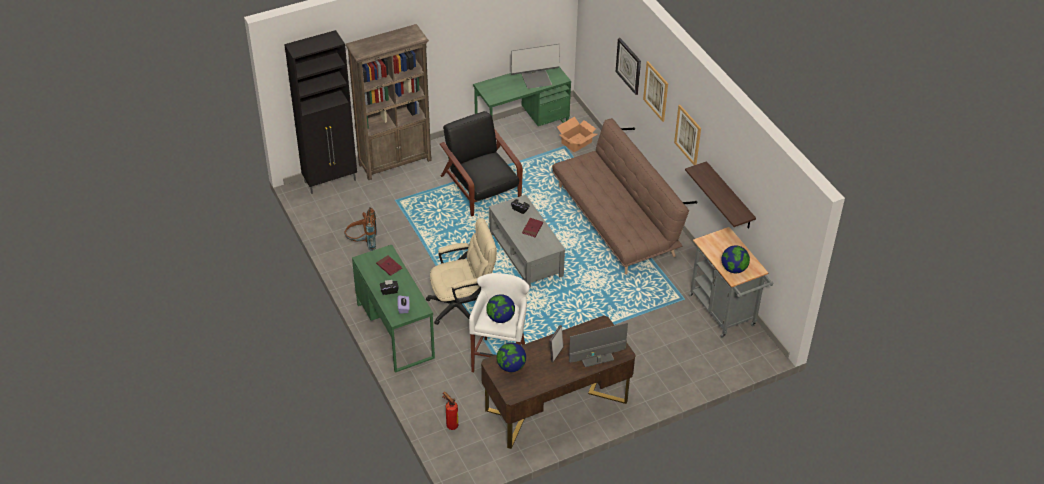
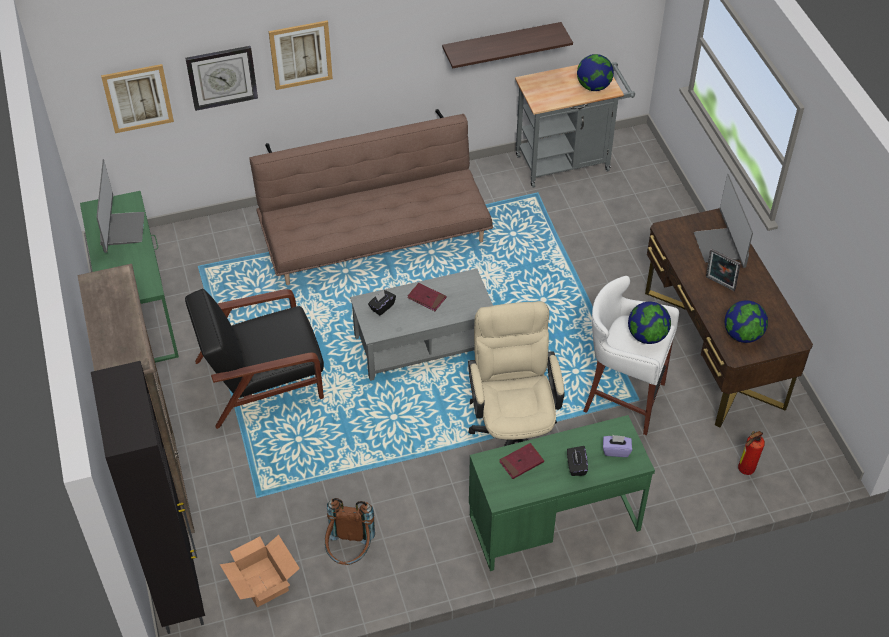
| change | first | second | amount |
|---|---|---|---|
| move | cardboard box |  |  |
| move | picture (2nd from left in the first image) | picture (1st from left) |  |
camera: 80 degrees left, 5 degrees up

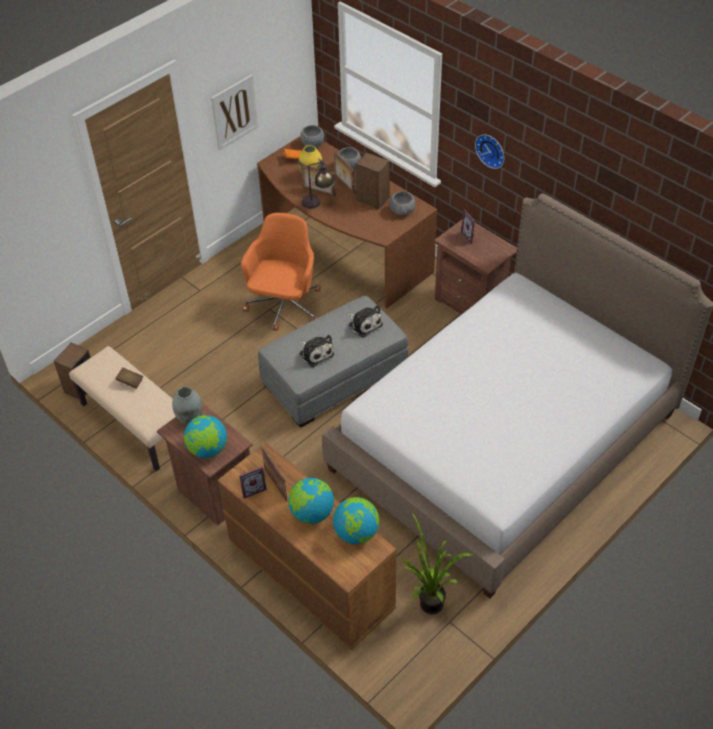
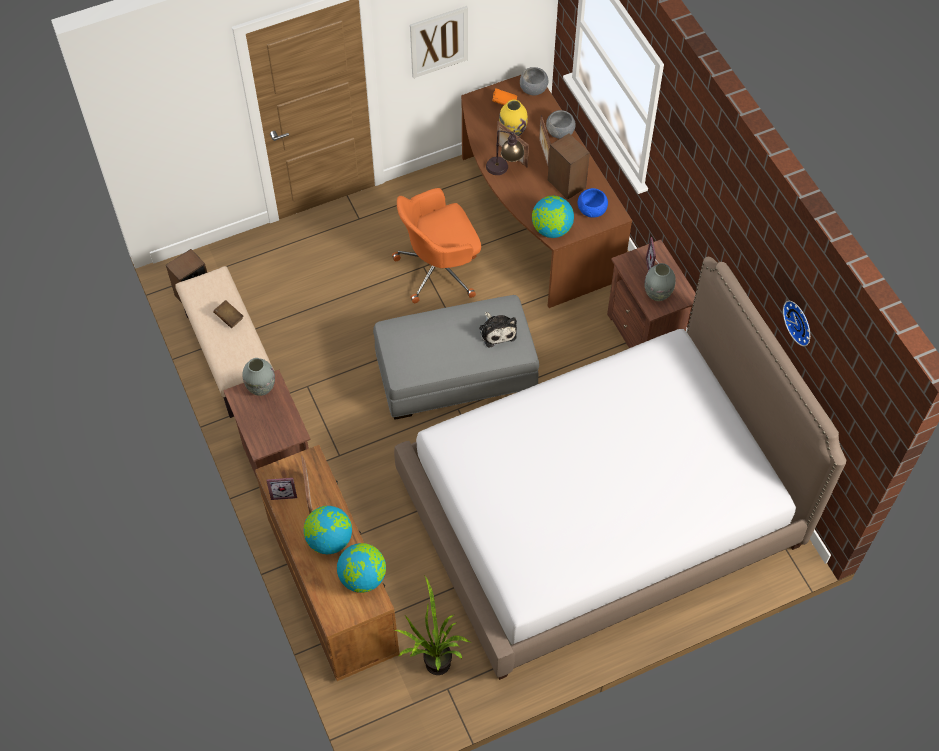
| change | first | second | amount |
|---|---|---|---|
| delete | plush toy (1st from left) |  |  |
| insert |  | grey vase (2nd from left) |  |
| move | globe (1st from left in the first image) | globe (3rd from left) |  |
| move | wall clock |  |  |
| recolor | grey bowl (3rd from left) | blue bowl |  |
| rotate | orange office chair |  | 150 degrees counterclockwise |
camera: 20 degrees right, 10 degrees up

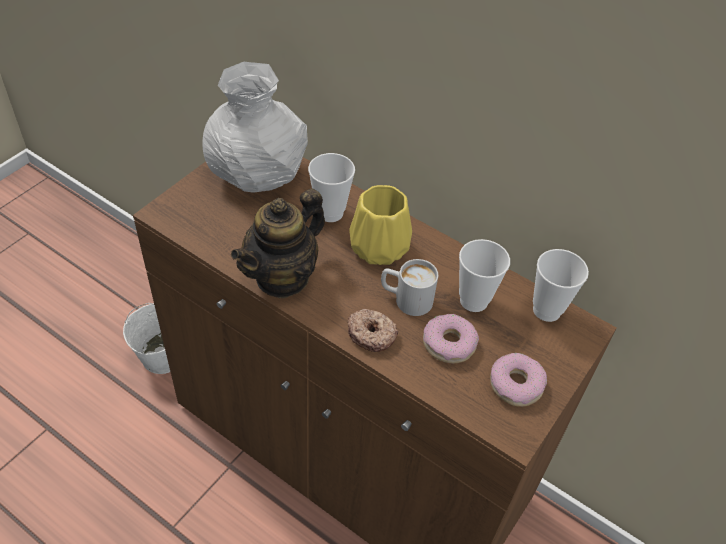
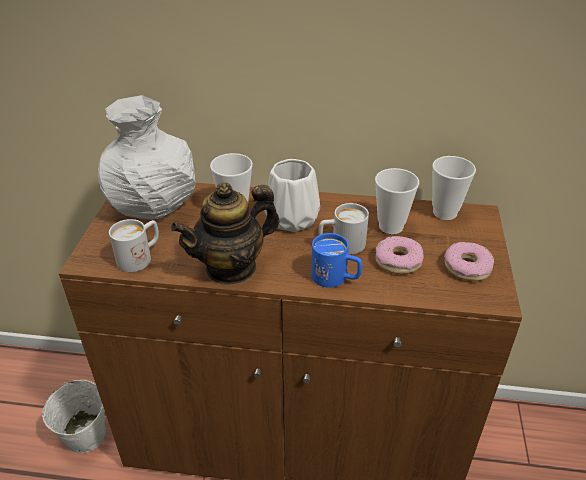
| change | first | second | amount |
|---|---|---|---|
| insert |  | white mug (1st from left) |  |
| replace | donut (1st from left) | blue mug |  |
| recolor | yellow vase | white vase (2nd from left) |  |
| rotate | teapot |  | 45 degrees clockwise |
camera: 25 degrees left, 10 degrees down

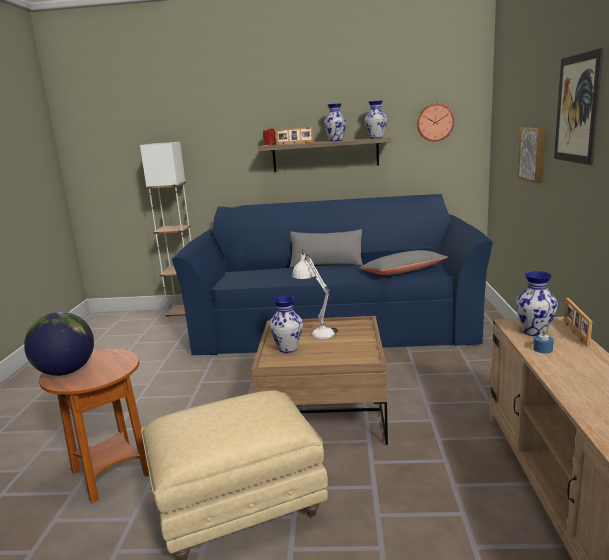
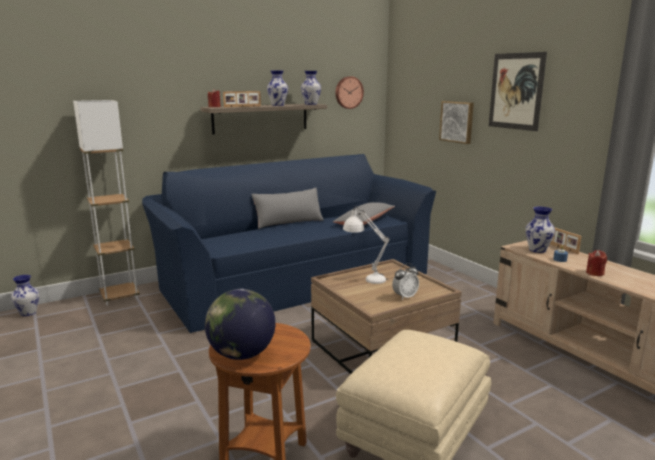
| change | first | second | amount |
|---|---|---|---|
| insert |  | alarm clock |  |
| insert |  | red candle (2nd from left) |  |
| move | vase (1st from left) |  |  |
camera: 35 degrees left, 0 degrees up

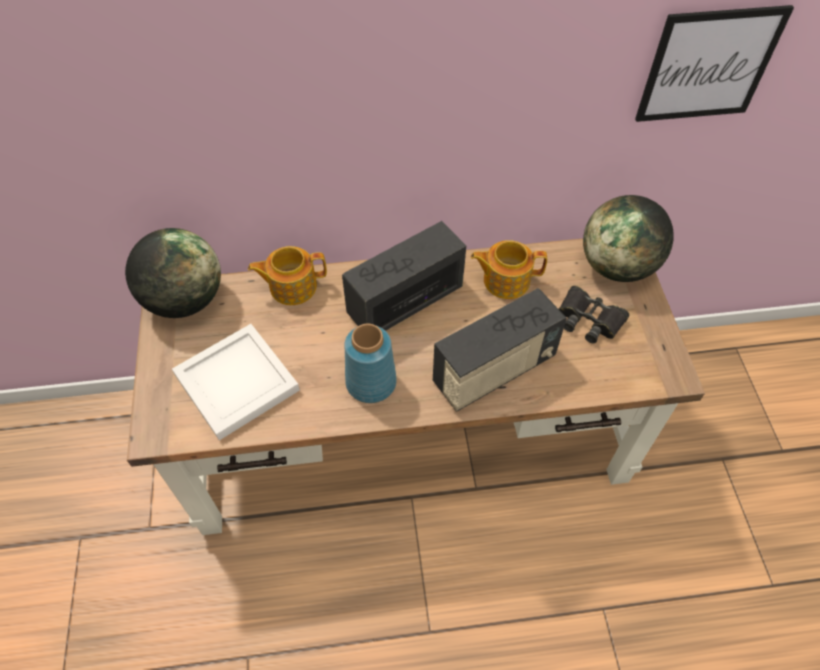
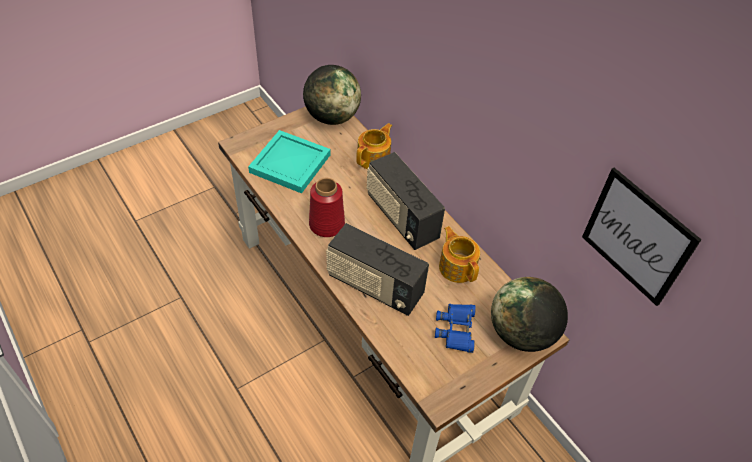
| change | first | second | amount |
|---|---|---|---|
| recolor | white tray | turquoise tray |  |
| recolor | blue vase | red vase |  |
| recolor | black binoculars | blue binoculars |  |
| rotate | teapot (1st from left) |  | 75 degrees clockwise |
| rotate | radio (1st from left in the first image) | radio (2nd from left) | 150 degrees counterclockwise |
camera: 60 degrees right, 5 degrees down

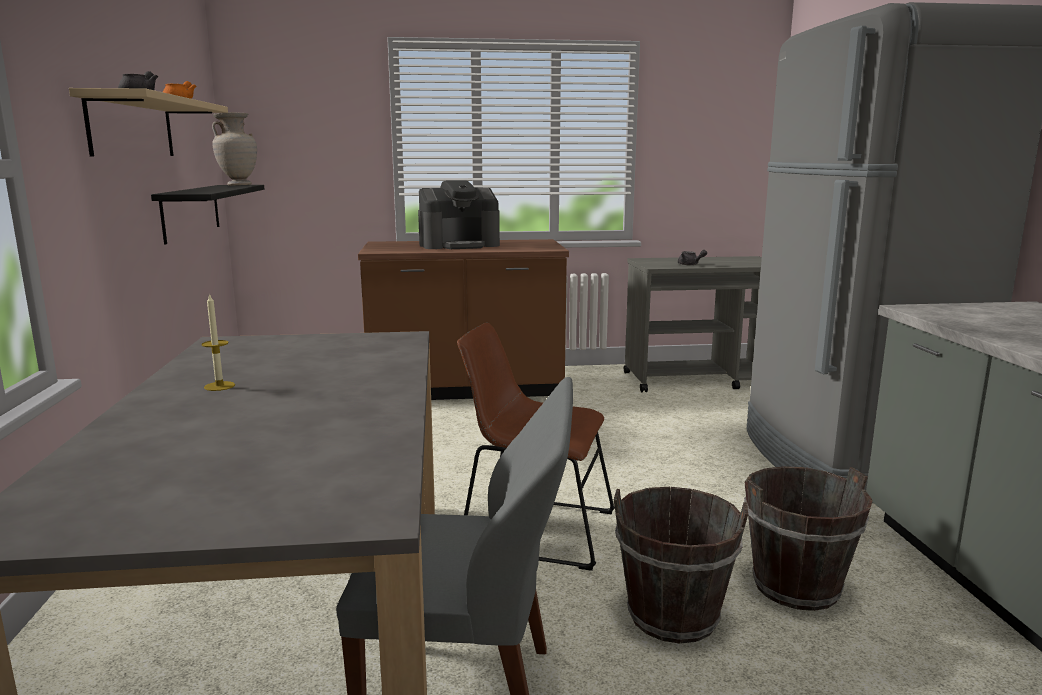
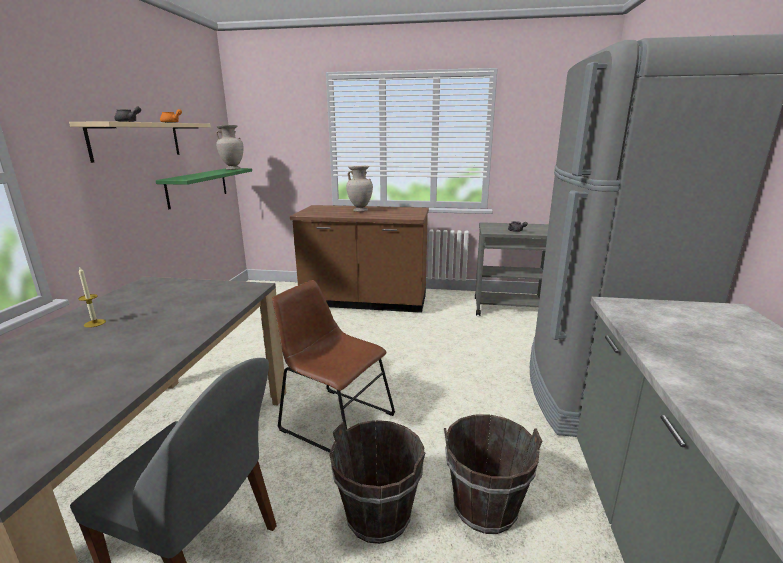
| change | first | second | amount |
|---|---|---|---|
| replace | coffee machine | beige vase (2nd from left) |  |
| recolor | black shelf | green shelf |  |
camera: 15 degrees right, 5 degrees up

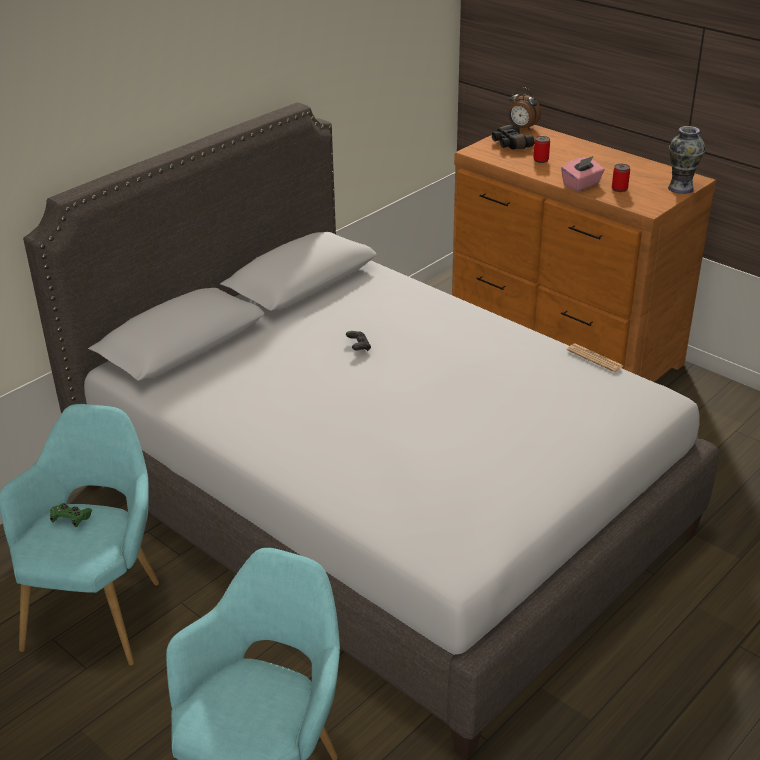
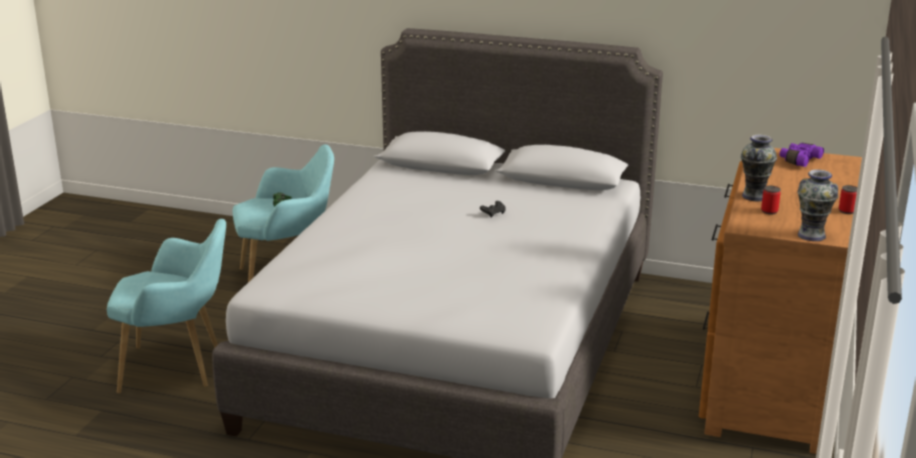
| change | first | second | amount |
|---|---|---|---|
| delete | alarm clock |  |  |
| delete | newspaper |  |  |
| move | can (1st from left in the first image) | can (2nd from left) |  |
| replace | pink tissue box | vase (1st from left) |  |
| recolor | black binoculars | purple binoculars |  |
camera: 65 degrees right, 10 degrees down

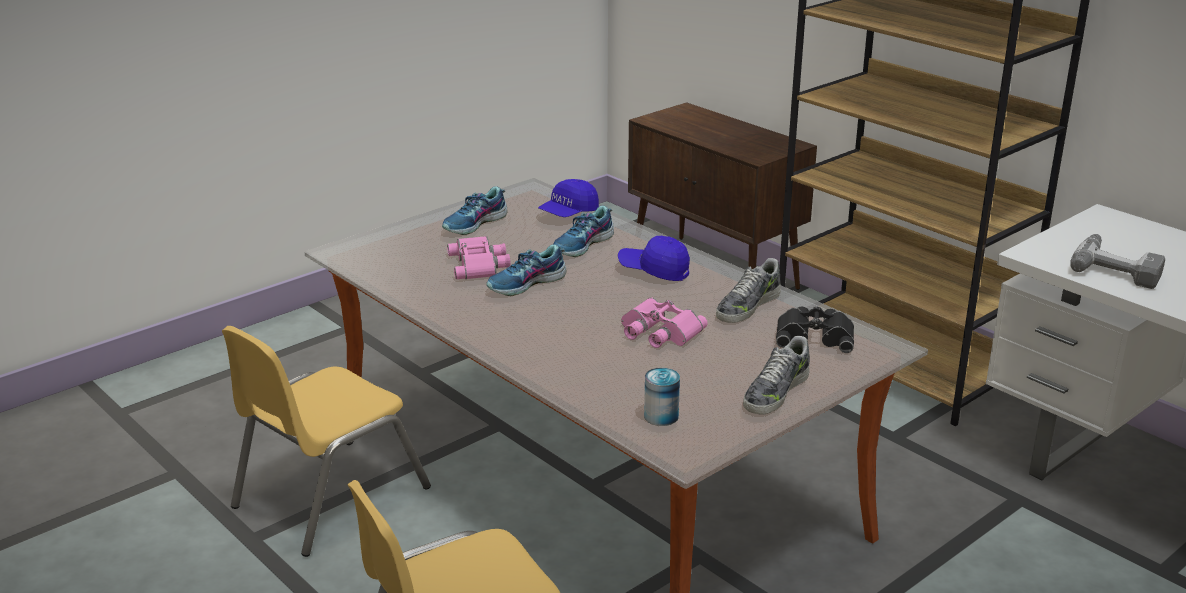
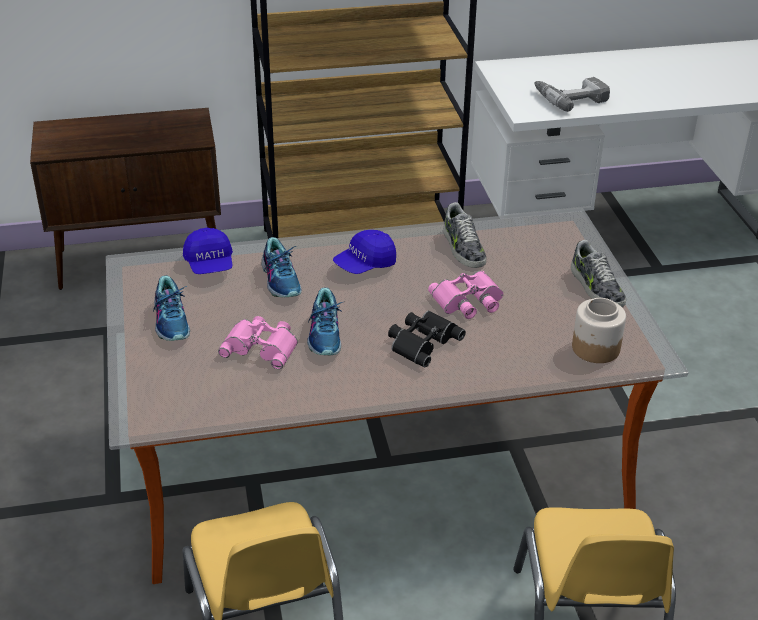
| change | first | second | amount |
|---|---|---|---|
| move | black binoculars |  |  |
| replace | can | jar |  |
camera: 60 degrees left, 10 degrees up

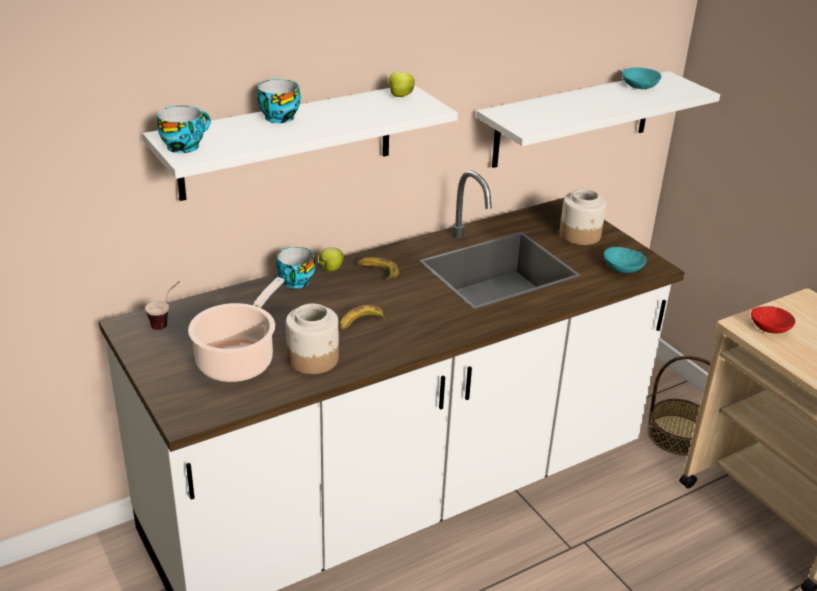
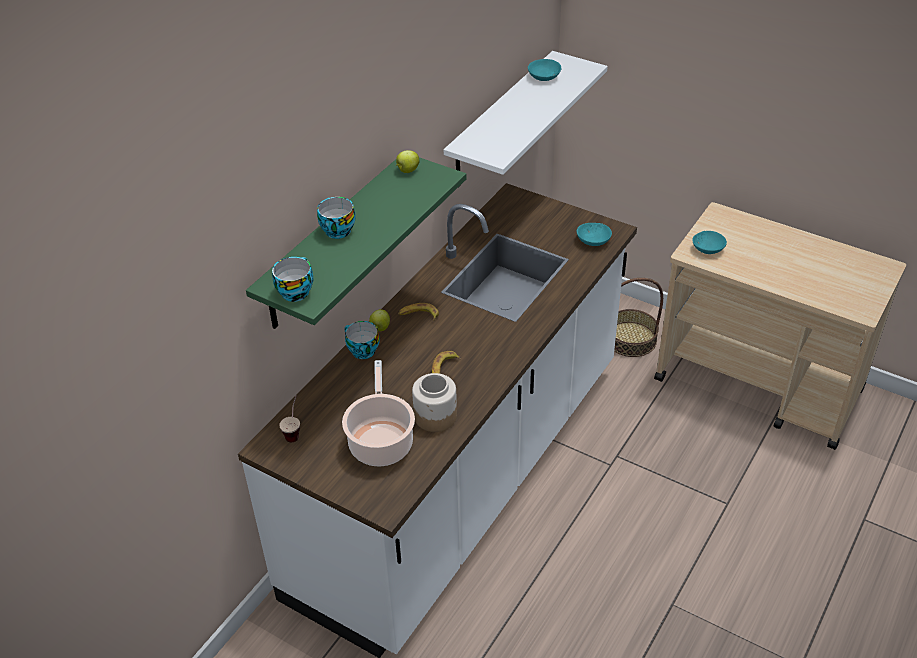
| change | first | second | amount |
|---|---|---|---|
| delete | jar (2nd from left) |  |  |
| recolor | white shelf (1st from left) | green shelf |  |
| recolor | red bowl | turquoise bowl (3rd from left) |  |
camera: 25 degrees left, 10 degrees up

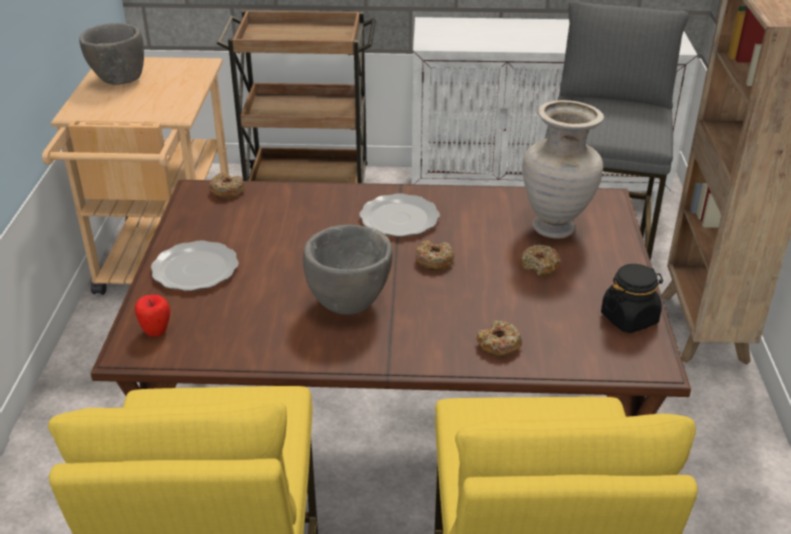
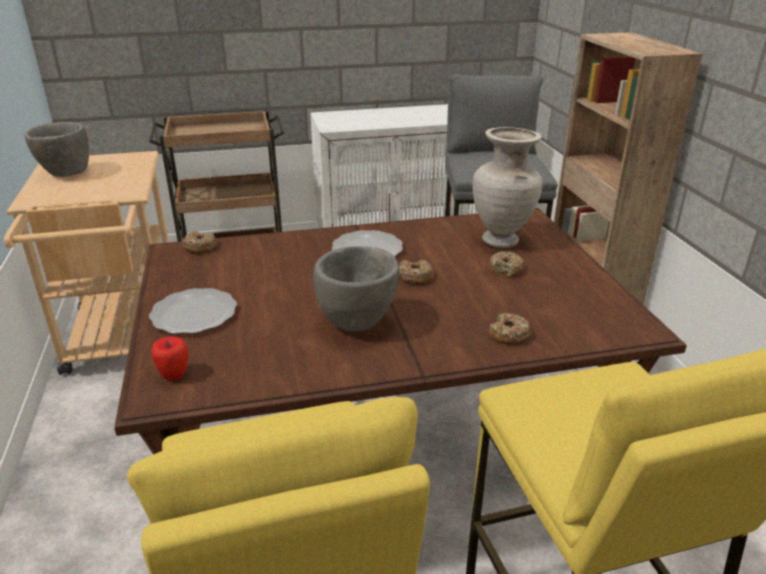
| change | first | second | amount |
|---|---|---|---|
| delete | black jar |  |  |
camera: 15 degrees left, 5 degrees down

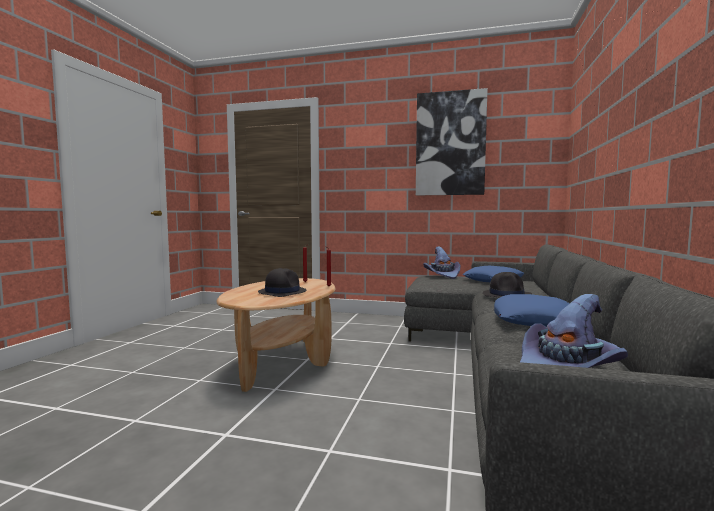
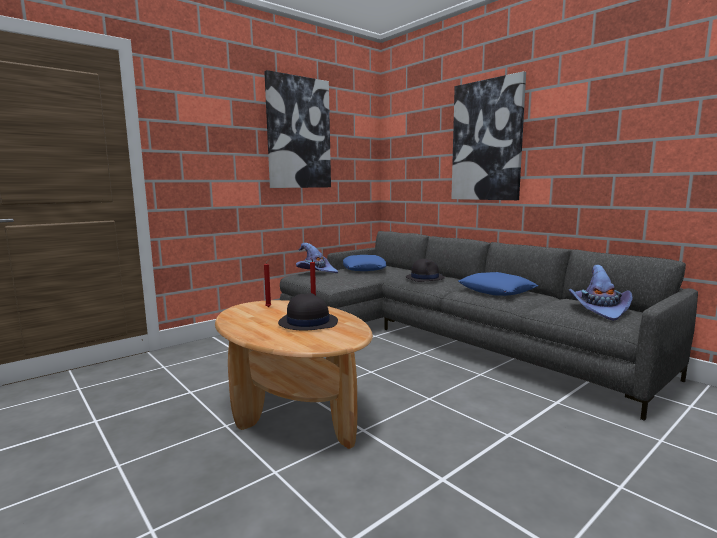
| change | first | second | amount |
|---|---|---|---|
| insert |  | picture (2nd from left) |  |
camera: 55 degrees left, 5 degrees up

